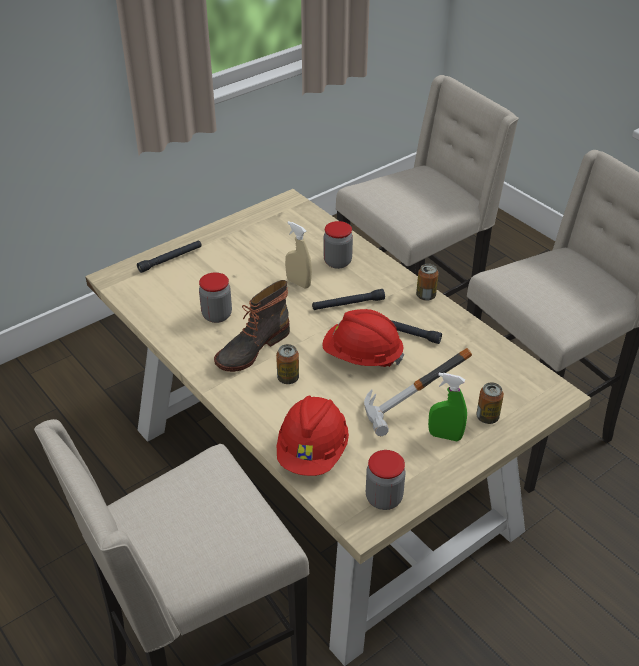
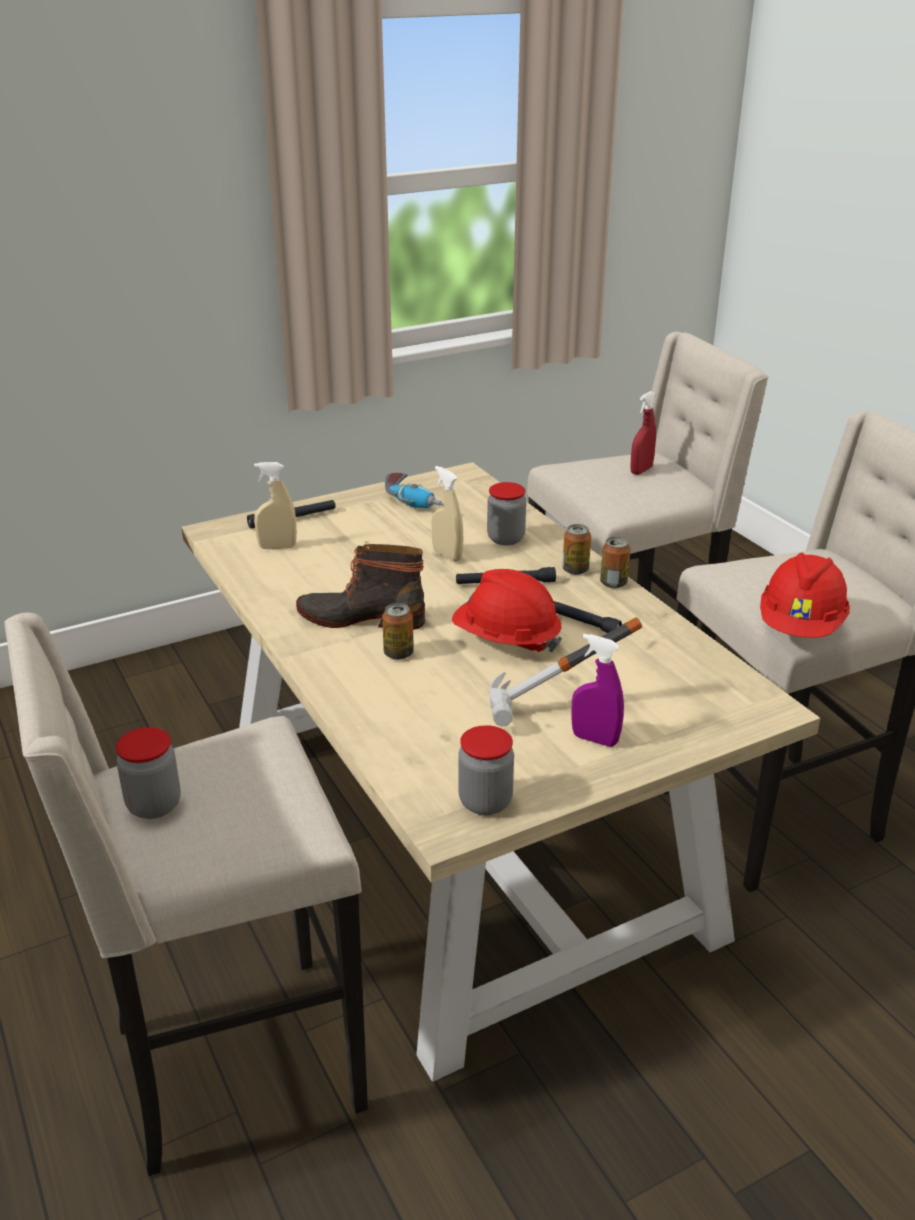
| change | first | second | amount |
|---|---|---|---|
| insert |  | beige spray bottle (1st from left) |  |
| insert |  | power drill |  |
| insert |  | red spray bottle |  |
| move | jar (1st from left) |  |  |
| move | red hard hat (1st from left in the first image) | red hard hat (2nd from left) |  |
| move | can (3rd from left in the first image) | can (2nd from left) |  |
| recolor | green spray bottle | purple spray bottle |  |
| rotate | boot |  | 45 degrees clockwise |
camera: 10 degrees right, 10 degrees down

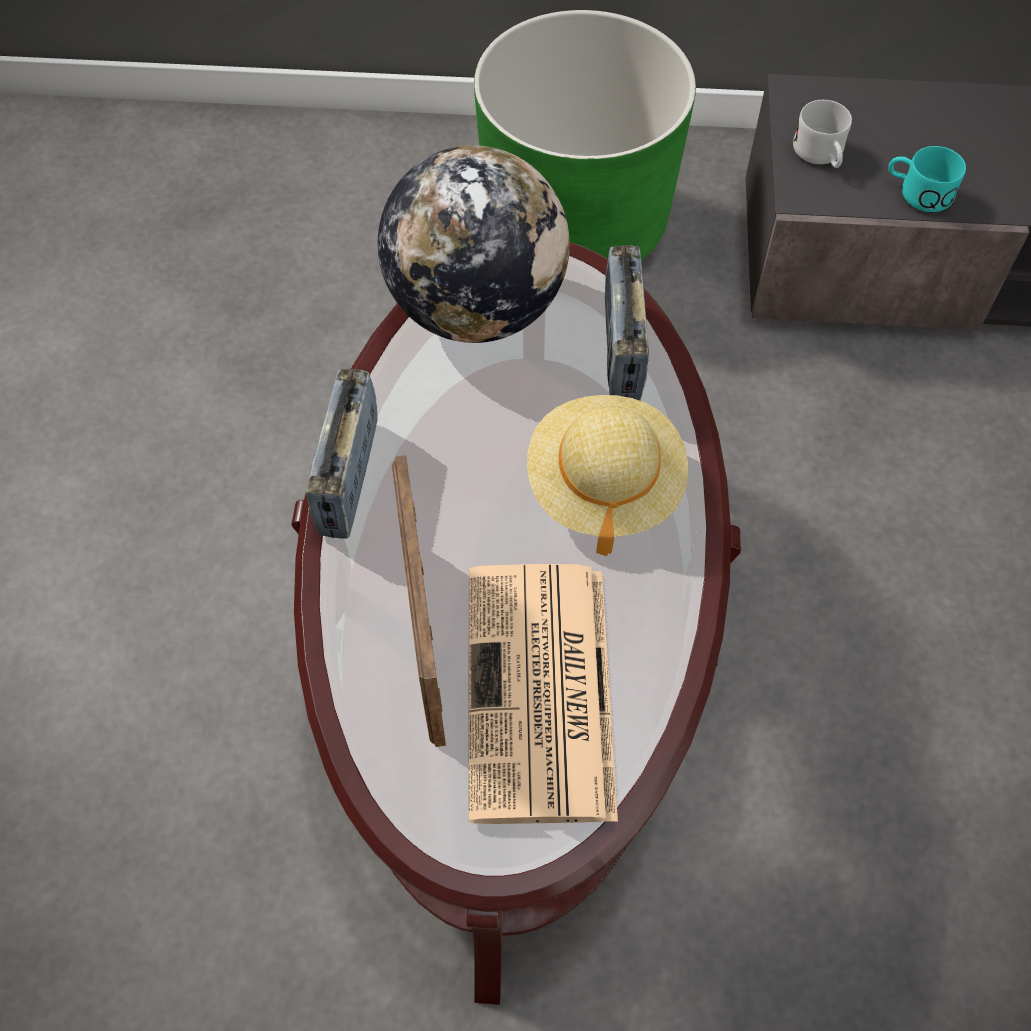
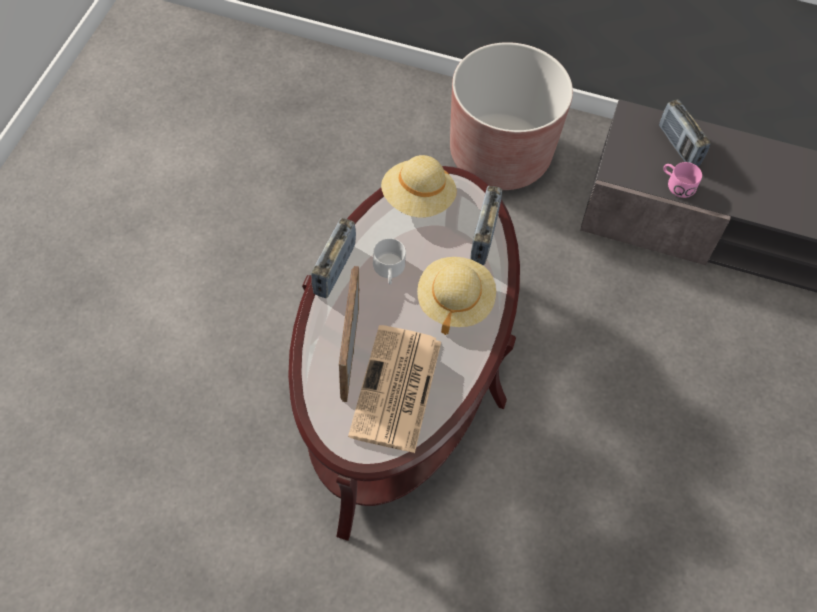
| change | first | second | amount |
|---|---|---|---|
| insert |  | radio (3rd from left) |  |
| move | white mug |  |  |
| replace | globe | beige hat (1st from left) |  |
| recolor | green planter | brown planter |  |
| recolor | turquoise mug | pink mug |  |
camera: 10 degrees right, 0 degrees up

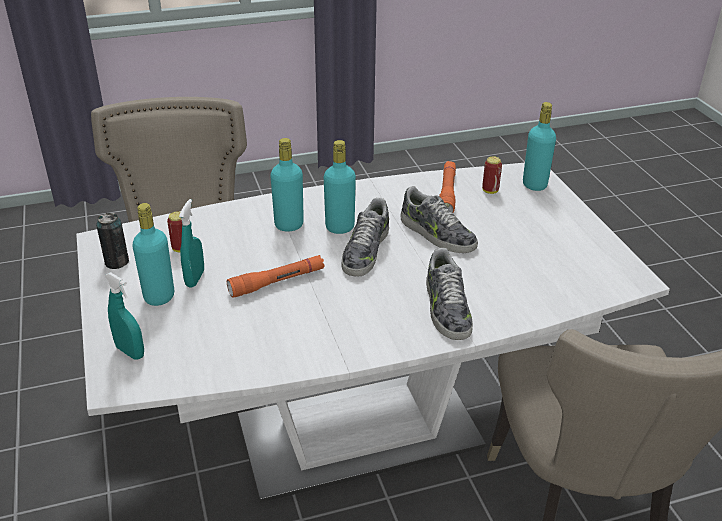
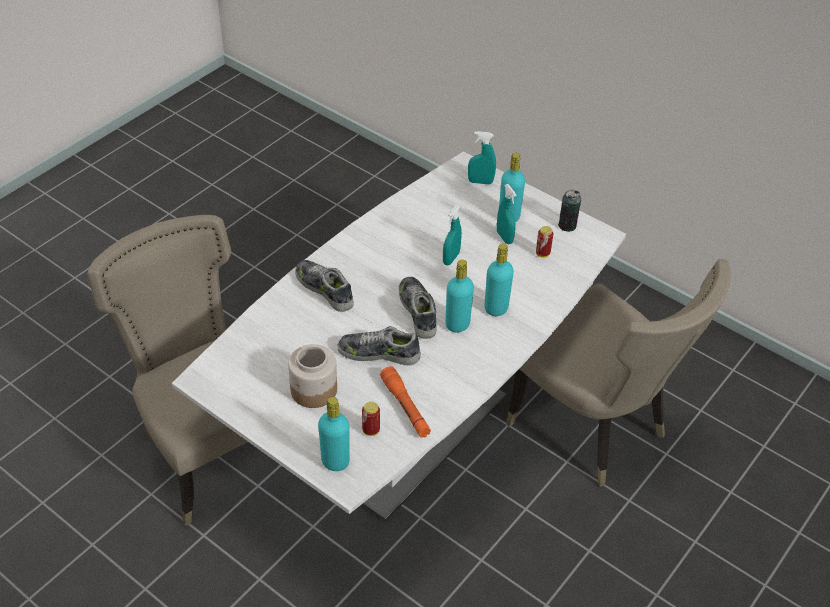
| change | first | second | amount |
|---|---|---|---|
| insert |  | jar |  |
| replace | orange flashlight (1st from left) | turquoise spray bottle (1st from left) |  |
camera: 145 degrees right, 10 degrees up

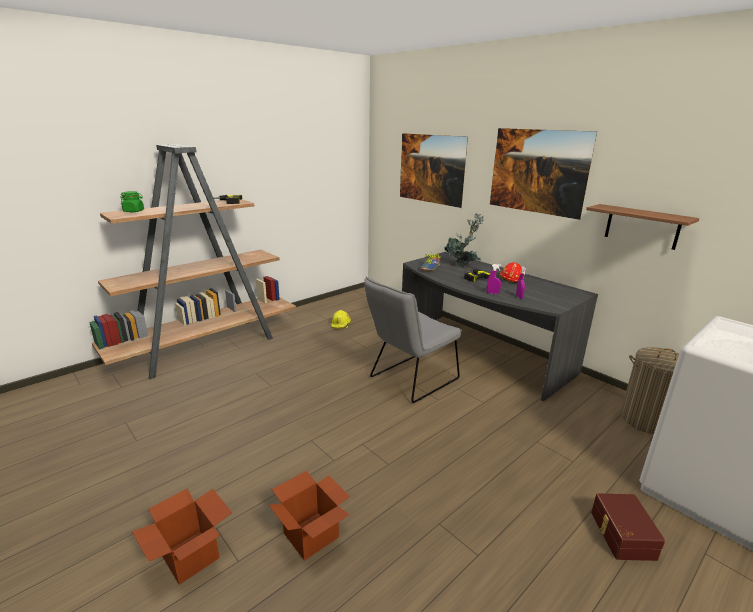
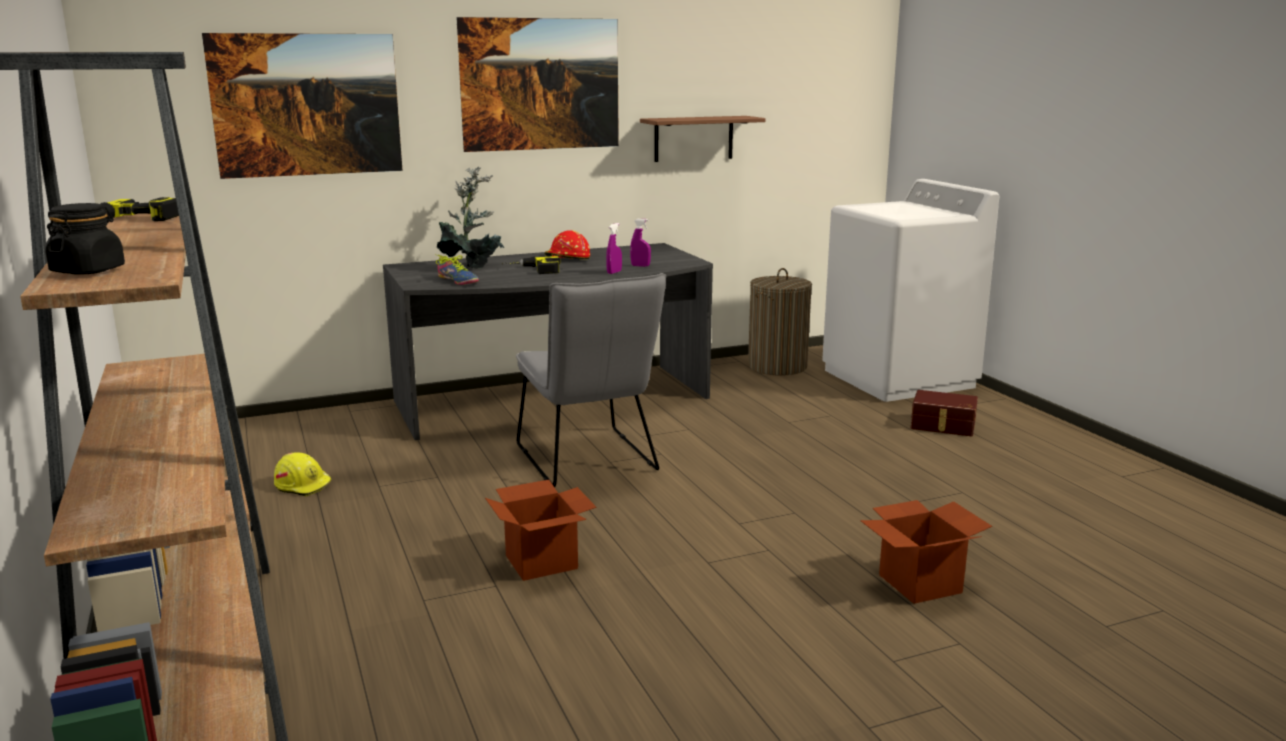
| change | first | second | amount |
|---|---|---|---|
| move | cardboard box (1st from left) |  |  |
| recolor | green jar | black jar |  |
camera: 70 degrees left, 5 degrees down

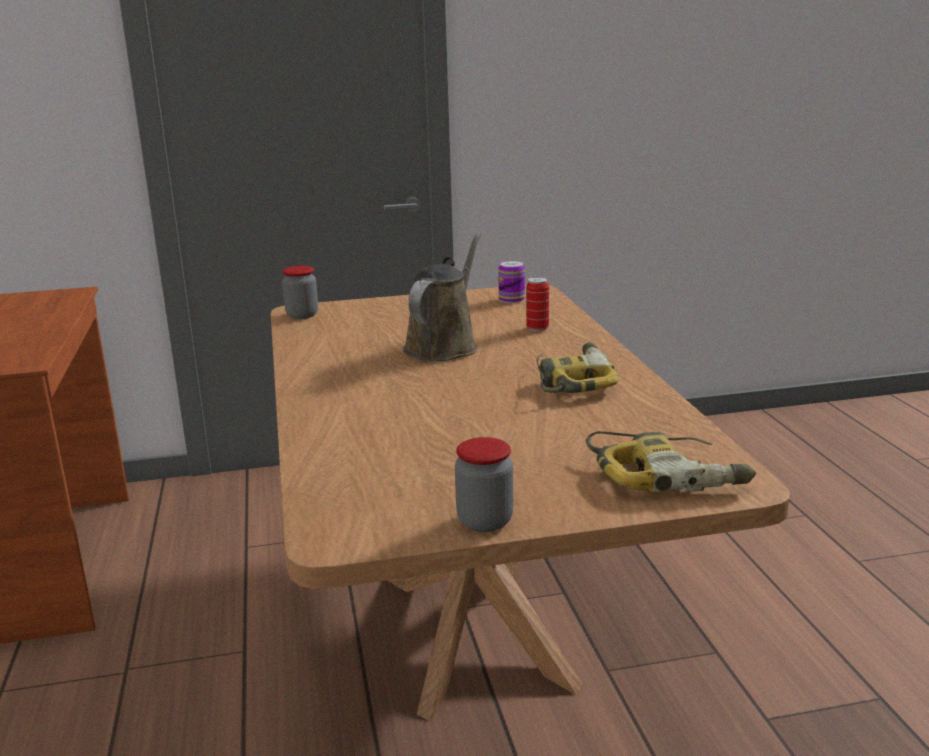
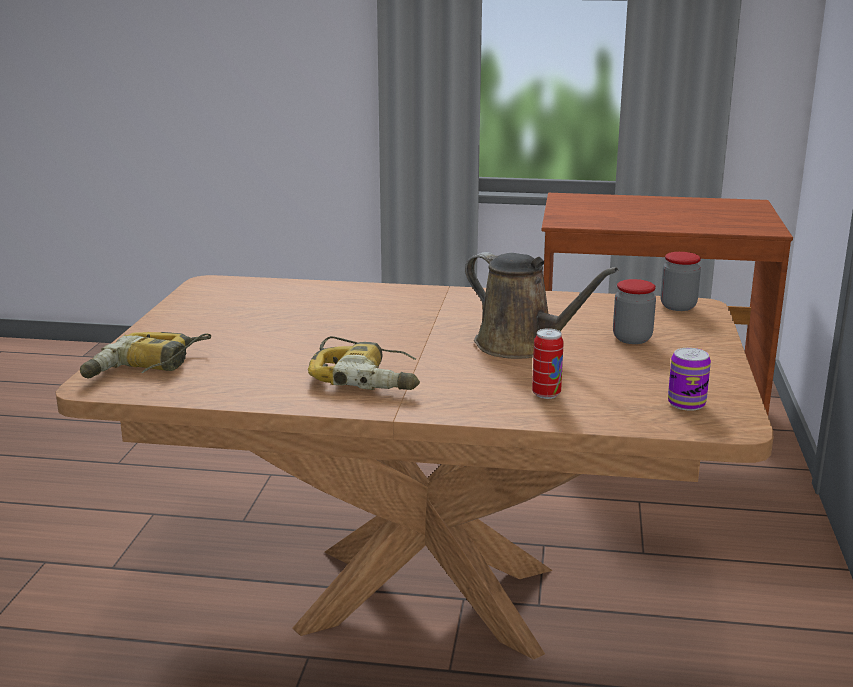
| change | first | second | amount |
|---|---|---|---|
| move | jar (2nd from left in the first image) | jar (1st from left) |  |
camera: 110 degrees right, 0 degrees up

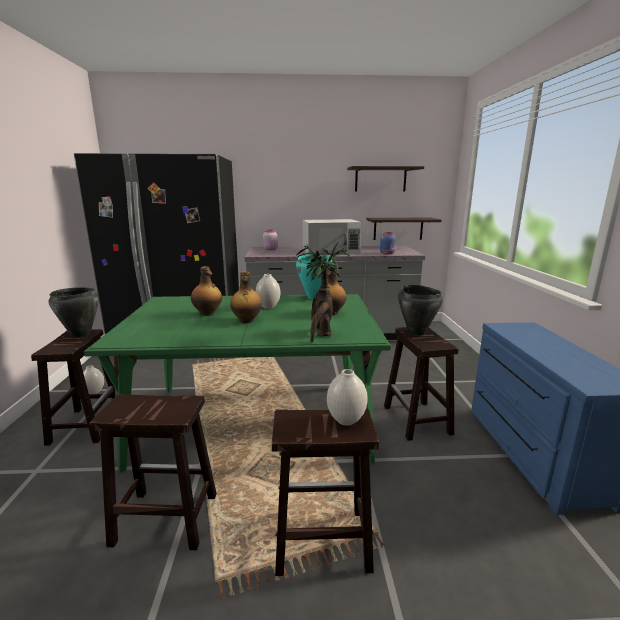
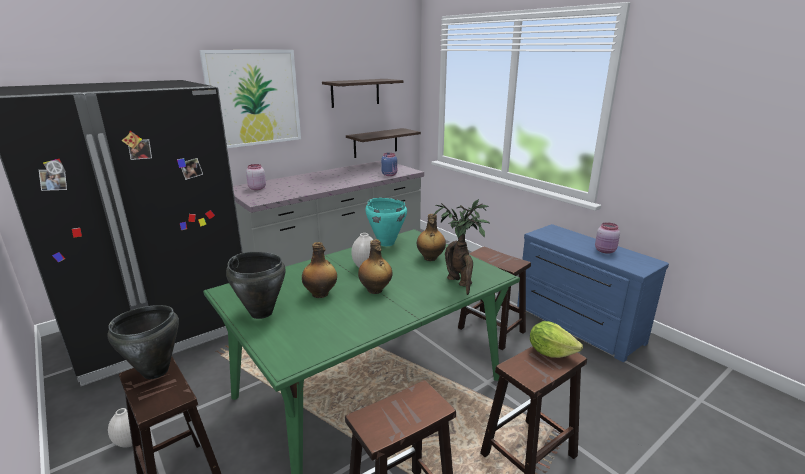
| change | first | second | amount |
|---|---|---|---|
| delete | white microwave |  |  |
| insert |  | picture |  |
| insert |  | pink jar (2nd from left) |  |
| move | black cooking pot (2nd from left) |  |  |
| replace | white vase (3rd from left) | lettuce |  |
camera: 35 degrees left, 5 degrees up

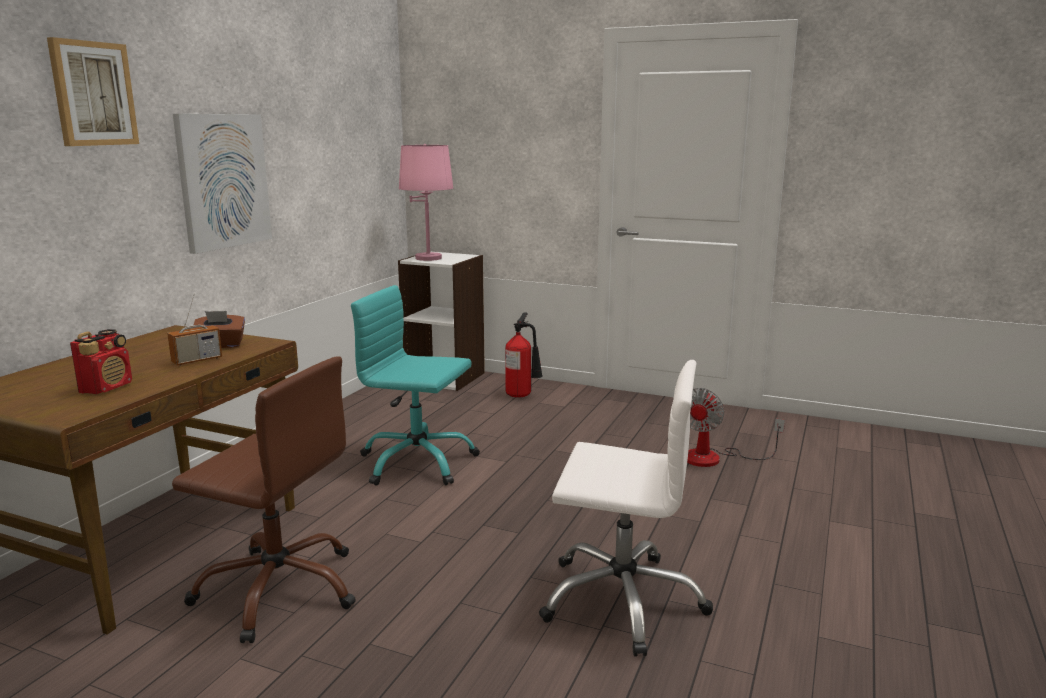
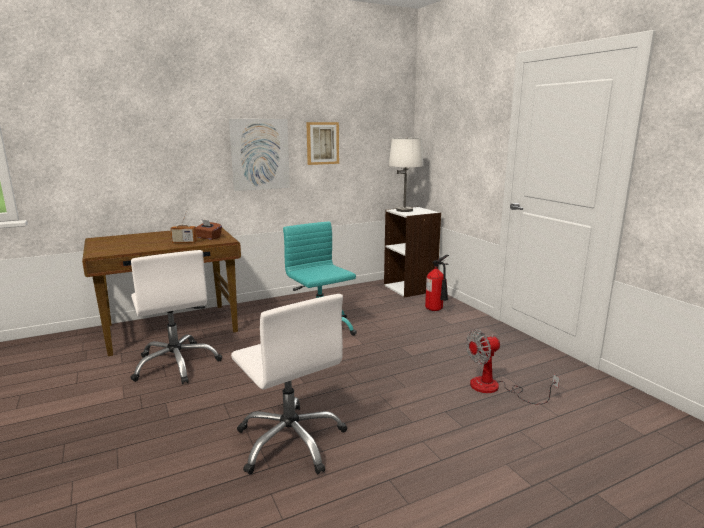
| change | first | second | amount |
|---|---|---|---|
| delete | radio (1st from left) |  |  |
| move | picture (1st from left in the first image) | picture (2nd from left) |  |
| recolor | brown office chair | white office chair (1st from left) |  |
| recolor | pink table lamp | white table lamp |  |
camera: 40 degrees right, 0 degrees up

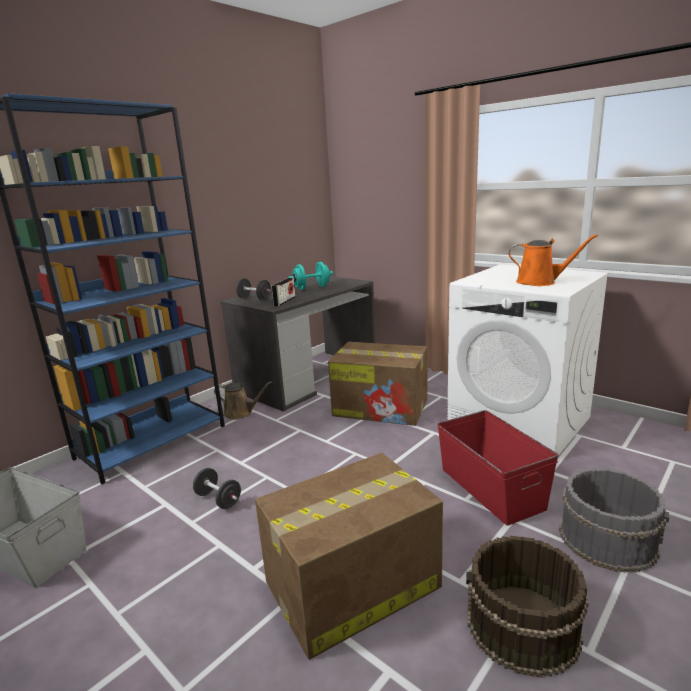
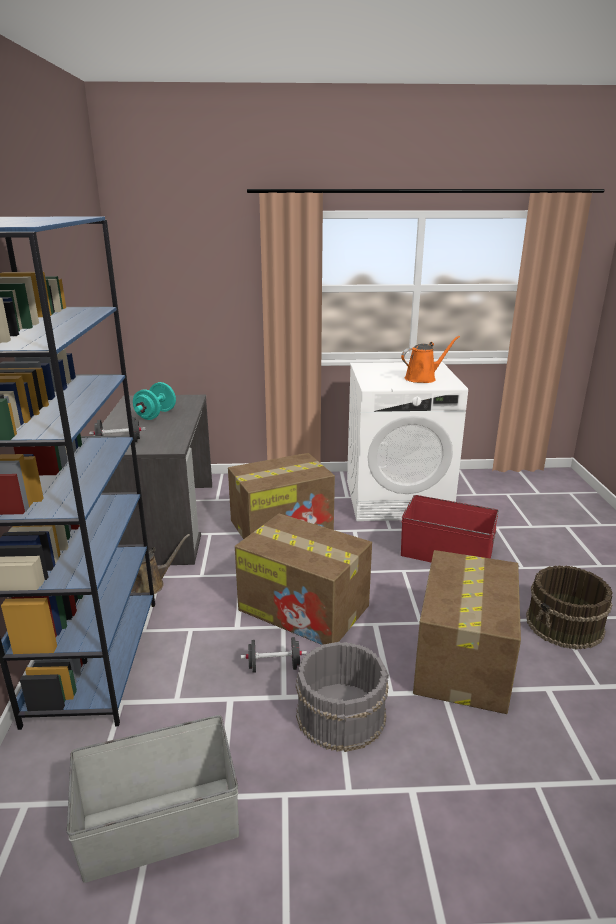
| change | first | second | amount |
|---|---|---|---|
| delete | radio |  |  |
| insert |  | cardboard box (2nd from left) |  |
| move | grey bucket |  |  |
camera: 45 degrees left, 5 degrees up

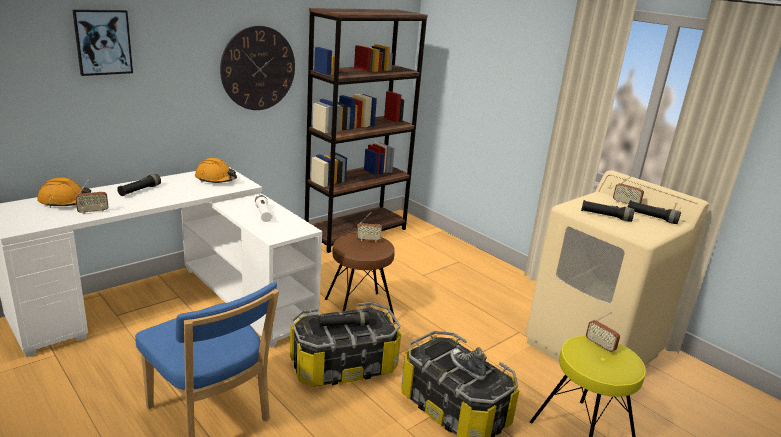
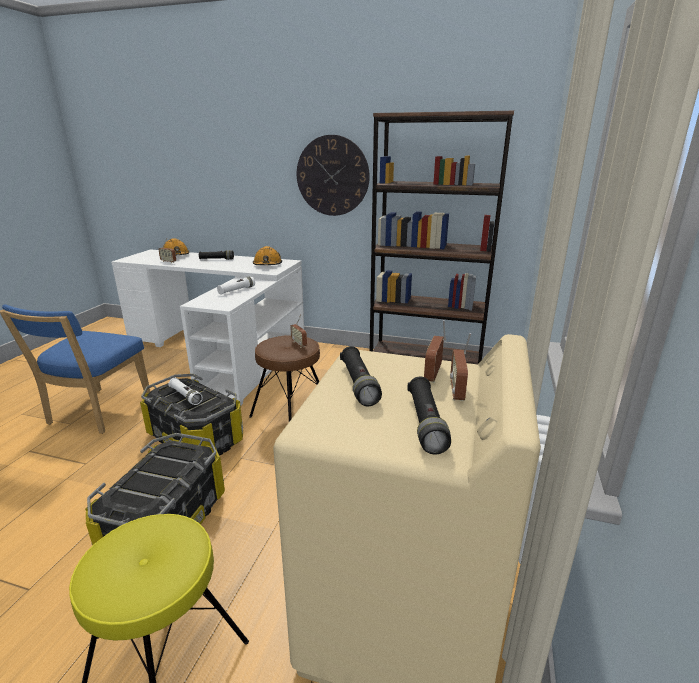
| change | first | second | amount |
|---|---|---|---|
| delete | picture |  |  |
| delete | shoe |  |  |
| move | radio (3rd from left) |  |  |
| recolor | black flashlight (2nd from left) | white flashlight (1st from left) |  |
camera: 60 degrees right, 0 degrees up

